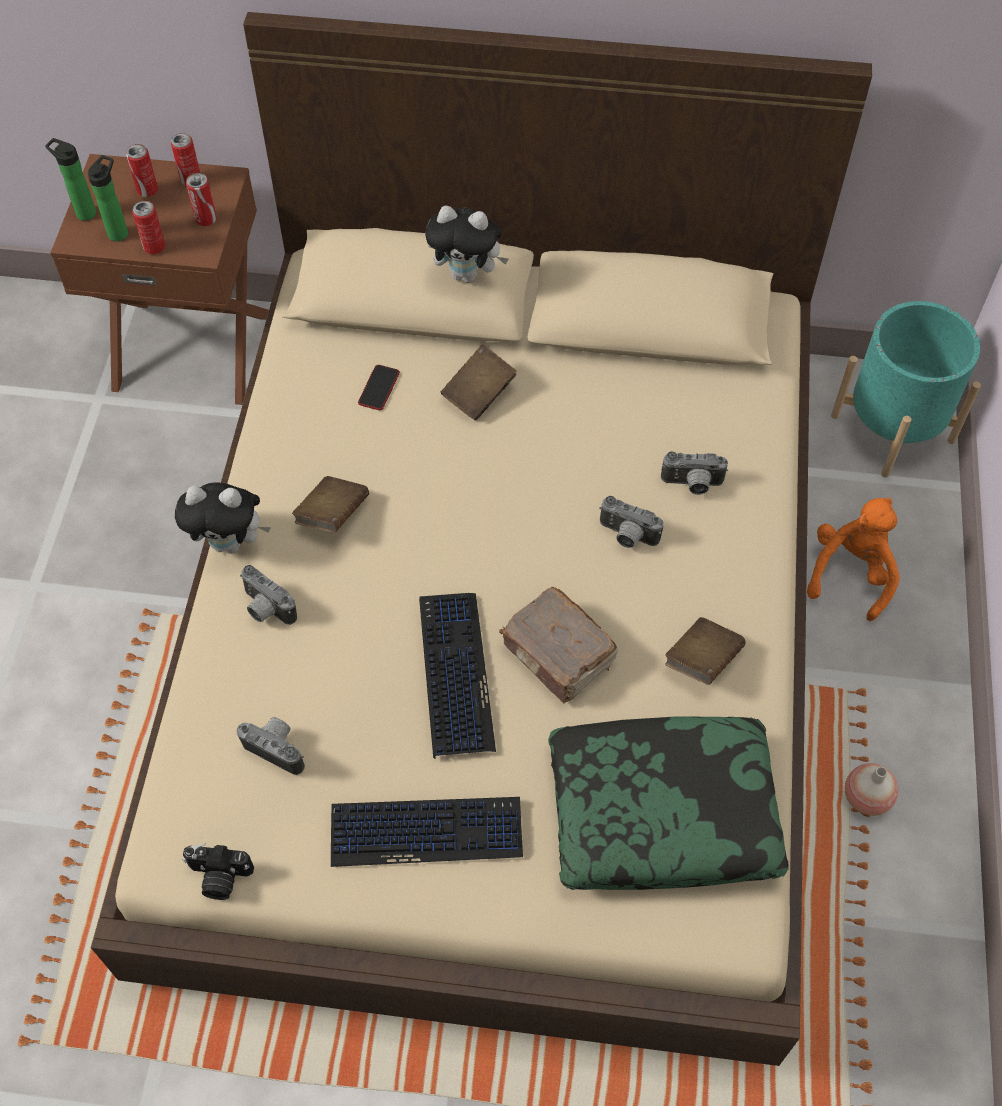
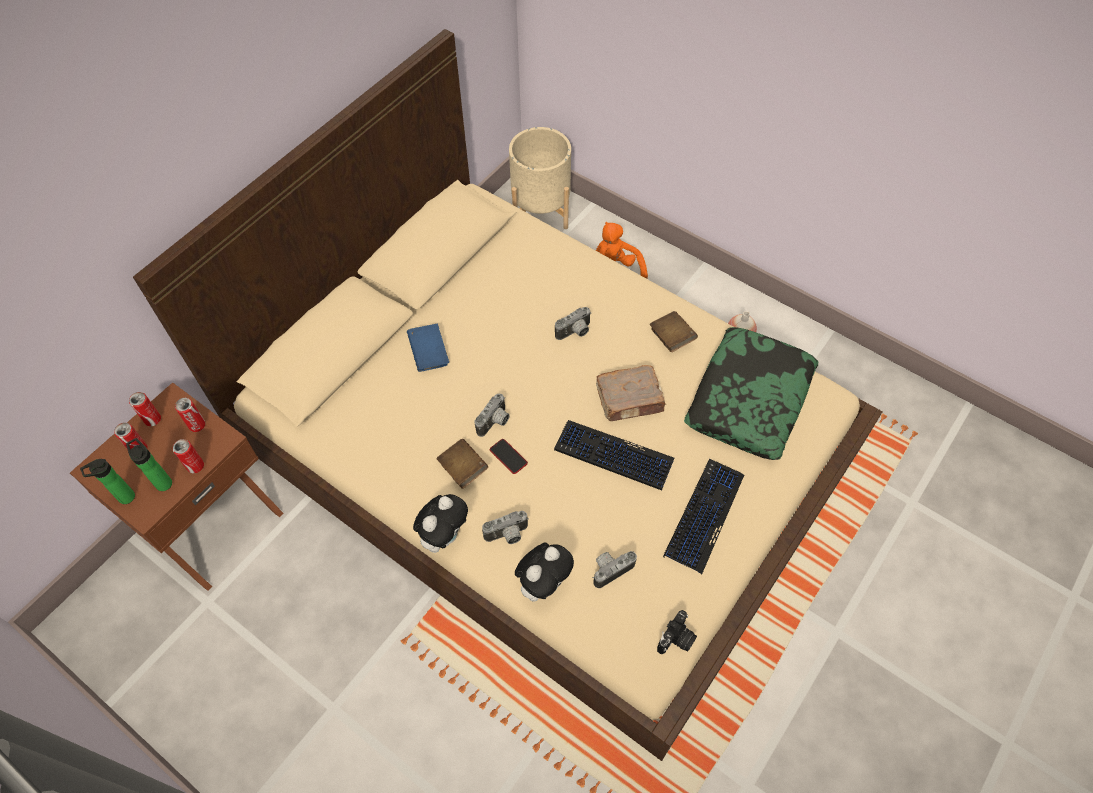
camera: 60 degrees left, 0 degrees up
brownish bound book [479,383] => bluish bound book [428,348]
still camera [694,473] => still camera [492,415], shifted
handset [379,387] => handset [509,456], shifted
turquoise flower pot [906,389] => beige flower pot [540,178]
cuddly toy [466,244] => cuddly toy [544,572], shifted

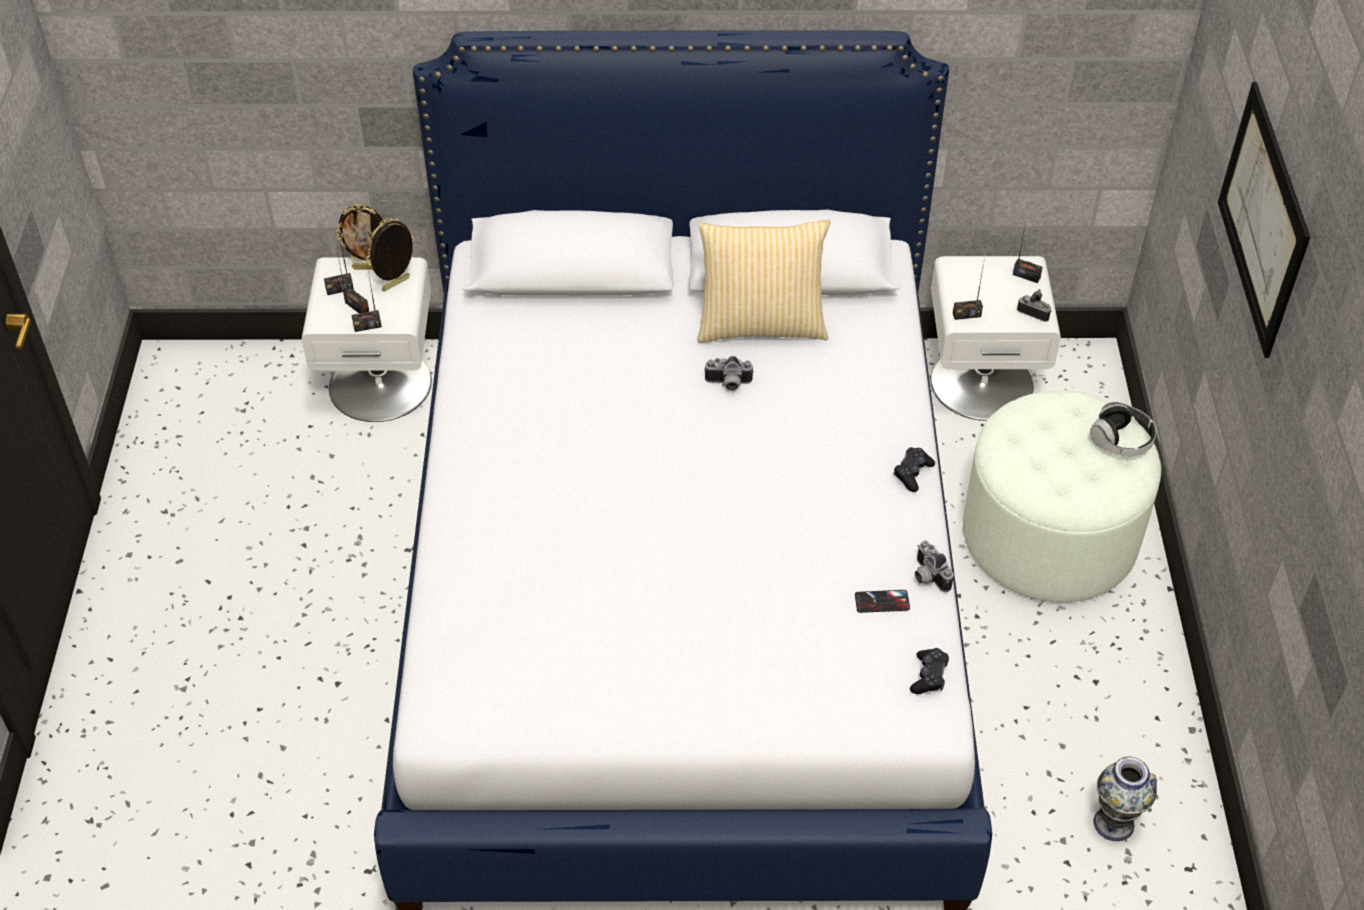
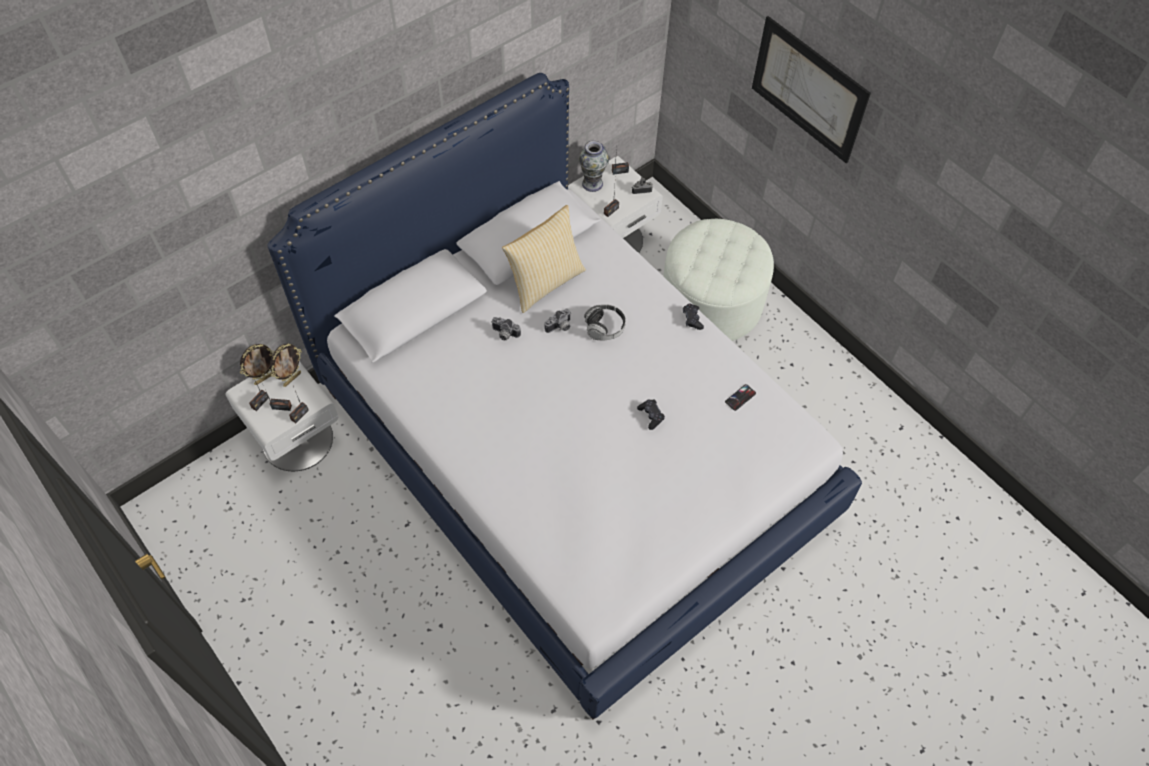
camera: 40 degrees left, 10 degrees up
standing frame [390,254] => standing frame [286,365], 150 degrees counterclockwise
still camera [934,566] => still camera [506,328], shifted
decorative vase [1125,799] => decorative vase [594,166], shifted
pair of headphones [1123,429] => pair of headphones [605,322], shifted
black joypad [929,671] => black joypad [651,414], shifted

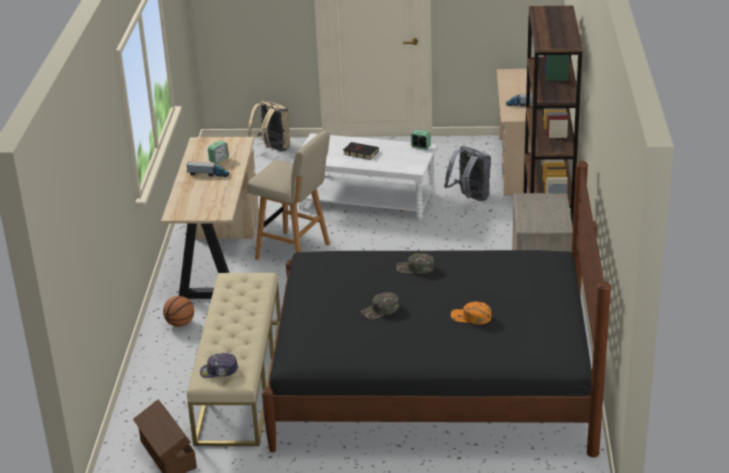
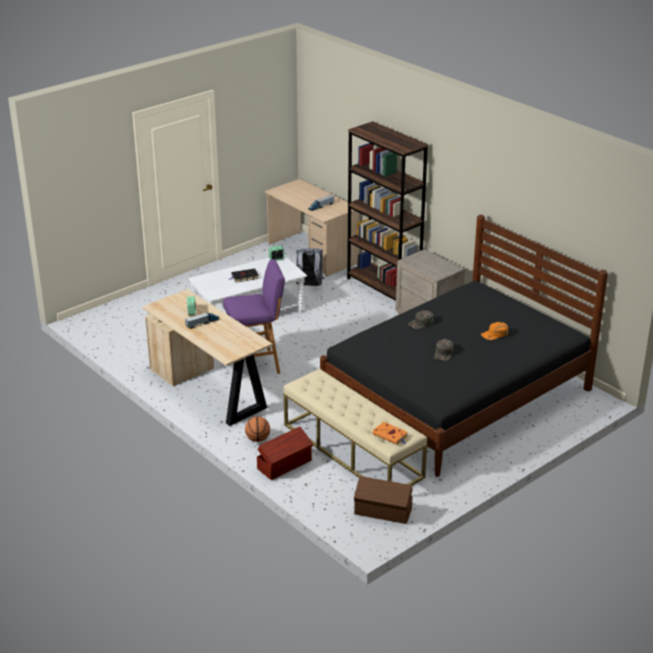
camera: 45 degrees left, 0 degrees up
beige sitting stool [288,195] => purplish sitting stool [254,316]
nothing => brownish storage box [285,453]
peaked cap [219,365] => orangey bound book [390,433]
beige backpack [268,126] => nothing

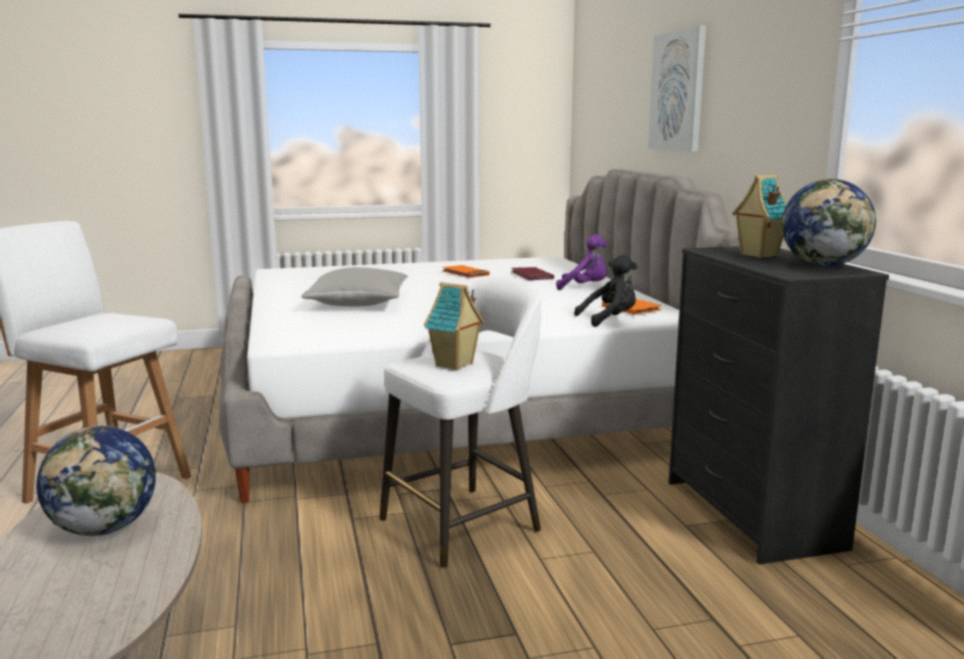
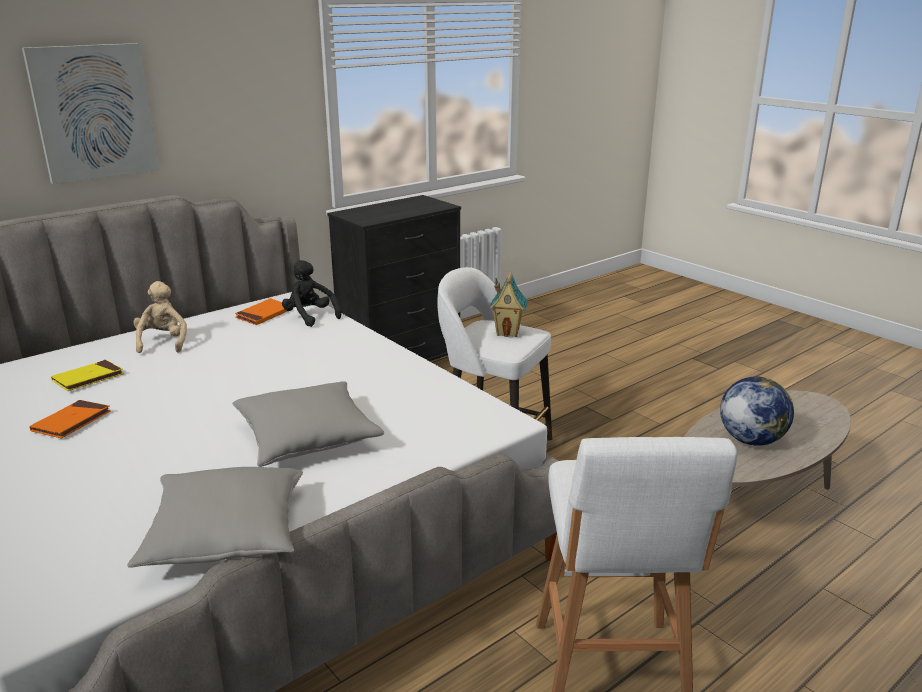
camera: 115 degrees left, 10 degrees up
red bound book [532,273] => yellow bound book [87,375]
nothing => grey throw pillow [215,517]
purplish cuddly toy [581,262] => beige cuddly toy [160,317]
miniature house [759,216] => nothing
globe [829,223] => nothing

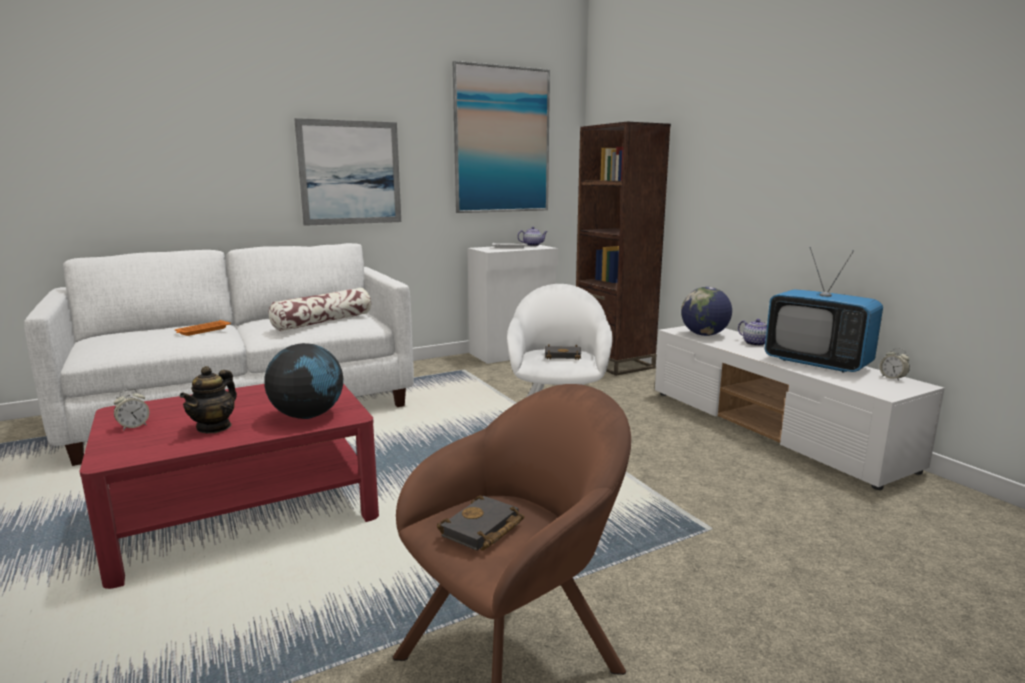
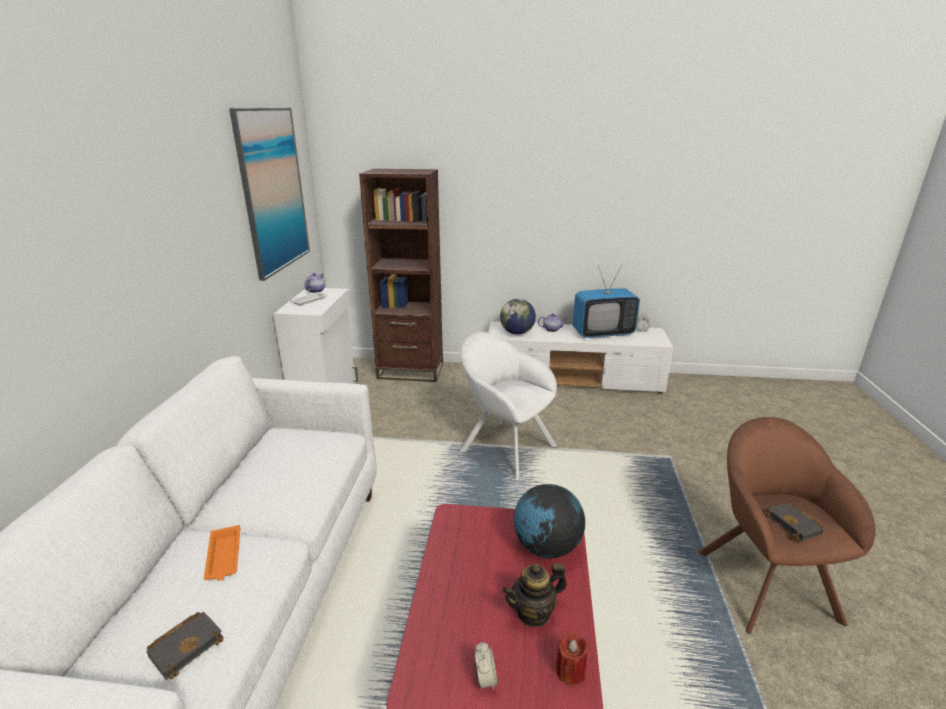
camera: 55 degrees left, 10 degrees up
black bound book [563,352] => black bound book [185,646], shifted
tea pot [208,400] => tea pot [534,595], 105 degrees clockwise
nothing => red candle [572,659]
throw pillow [320,309] => nothing
picture [347,172] => nothing

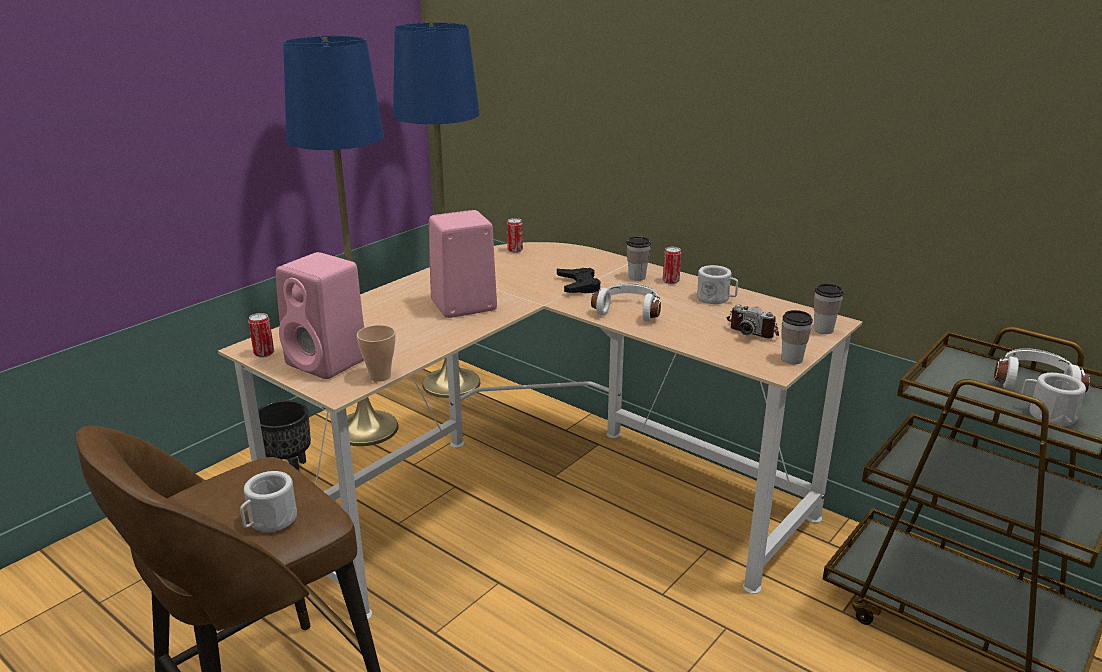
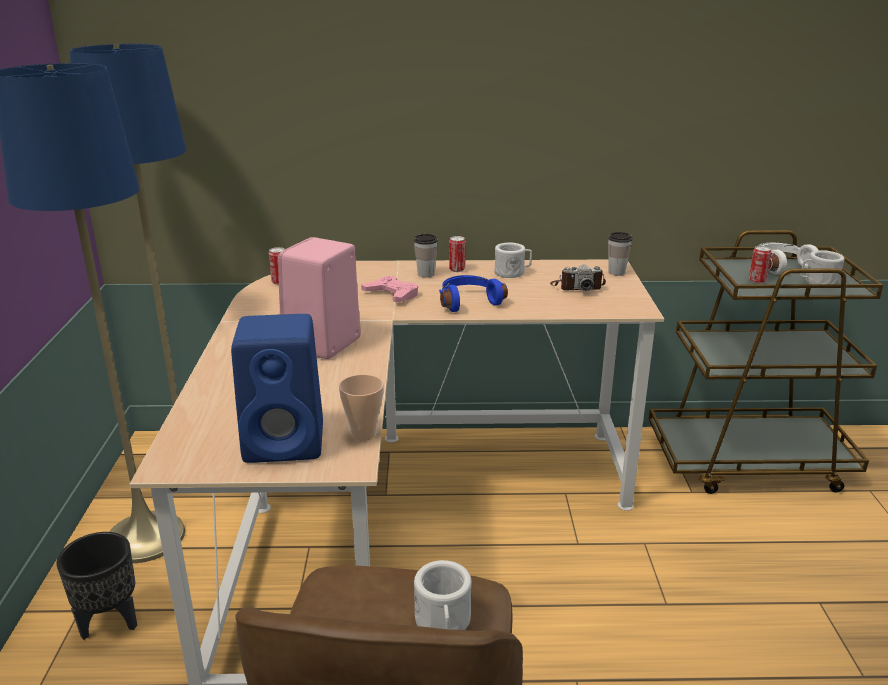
camera: 40 degrees left, 0 degrees up
pink loudspeaker [320,315] => bluish loudspeaker [277,388]
black joypad [579,280] => pink joypad [389,289]
white-coloured pair of headphones [626,302] => bluish pair of headphones [473,293]
sealed can [261,335] => sealed can [760,265], shifted
small cup [797,337] => nothing

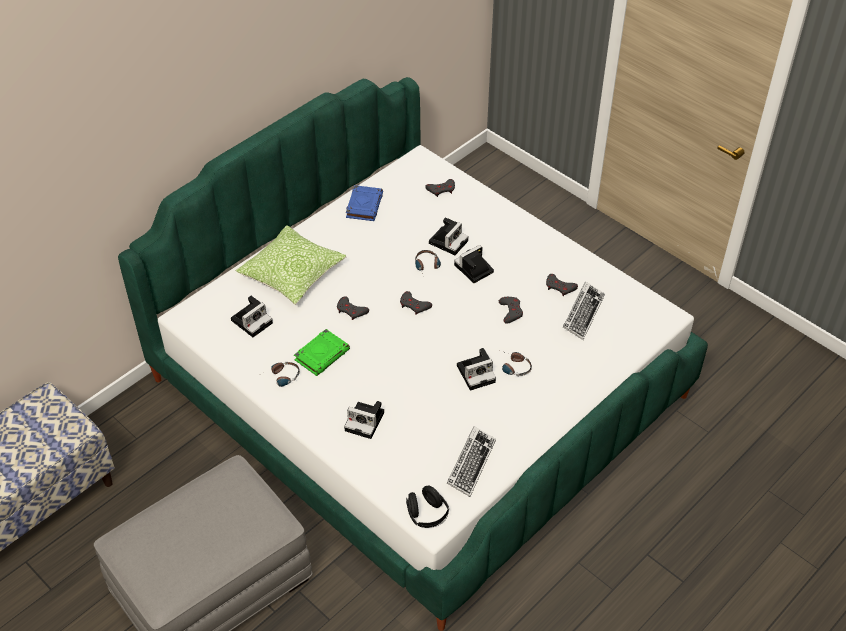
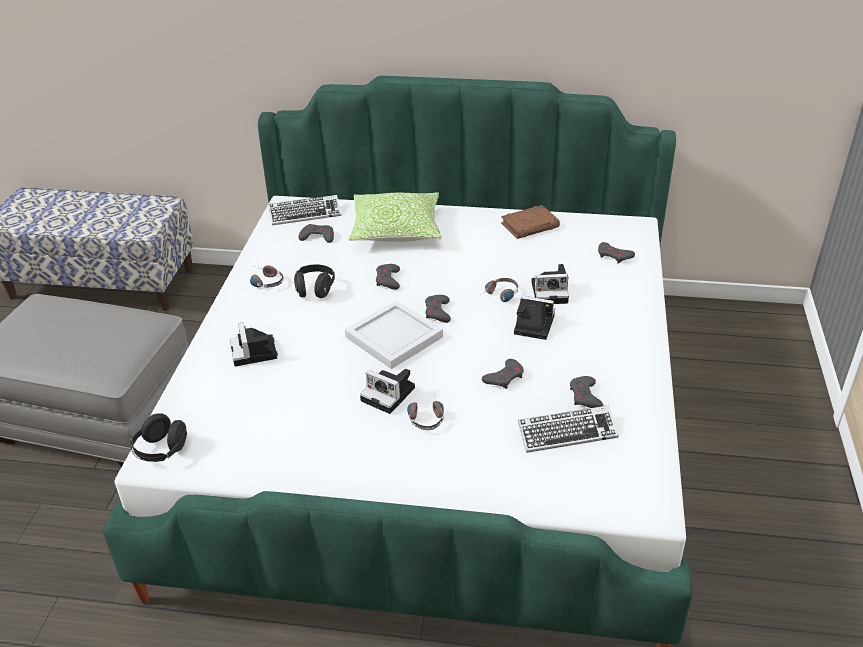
camera: 55 degrees right, 10 degrees down
keyboard [471,461] => keyboard [304,210], shifted
green-coloured bound book [322,352] => black pair of headphones [314,281]
still camera [252,316] => grey joypad [316,233]
nothing => white-coloured serving tray [394,334]
bluish bound book [364,203] => brownish bound book [530,222]

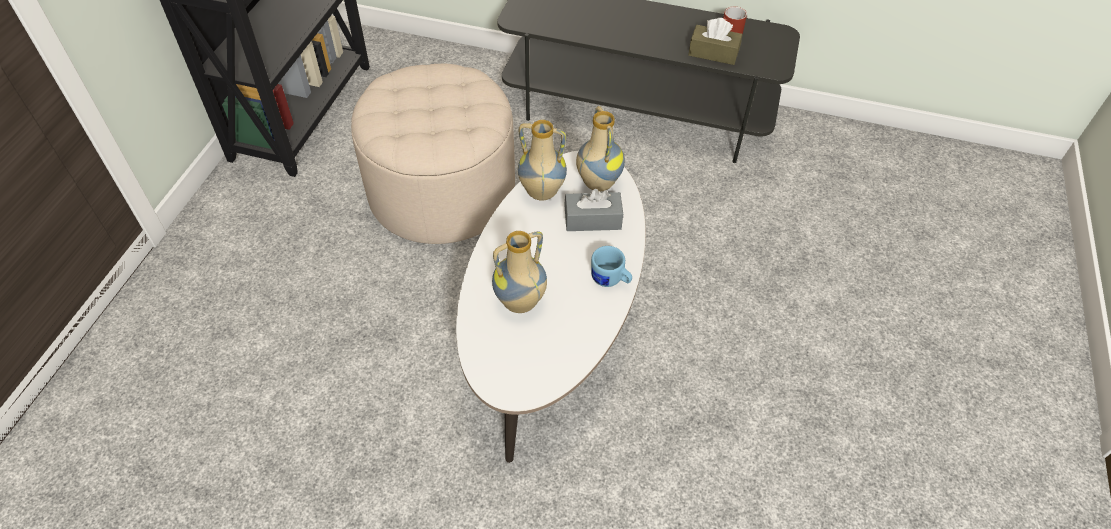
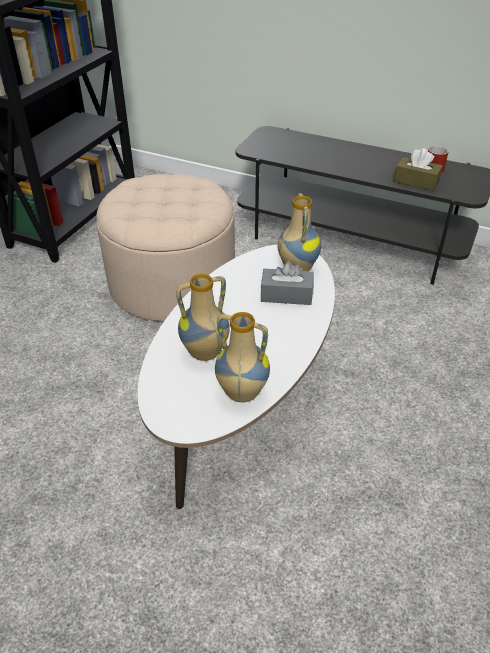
camera: 10 degrees right, 10 degrees down
decorative vase [542,160] => decorative vase [242,357], shifted
bluish mug [611,266] => nothing

